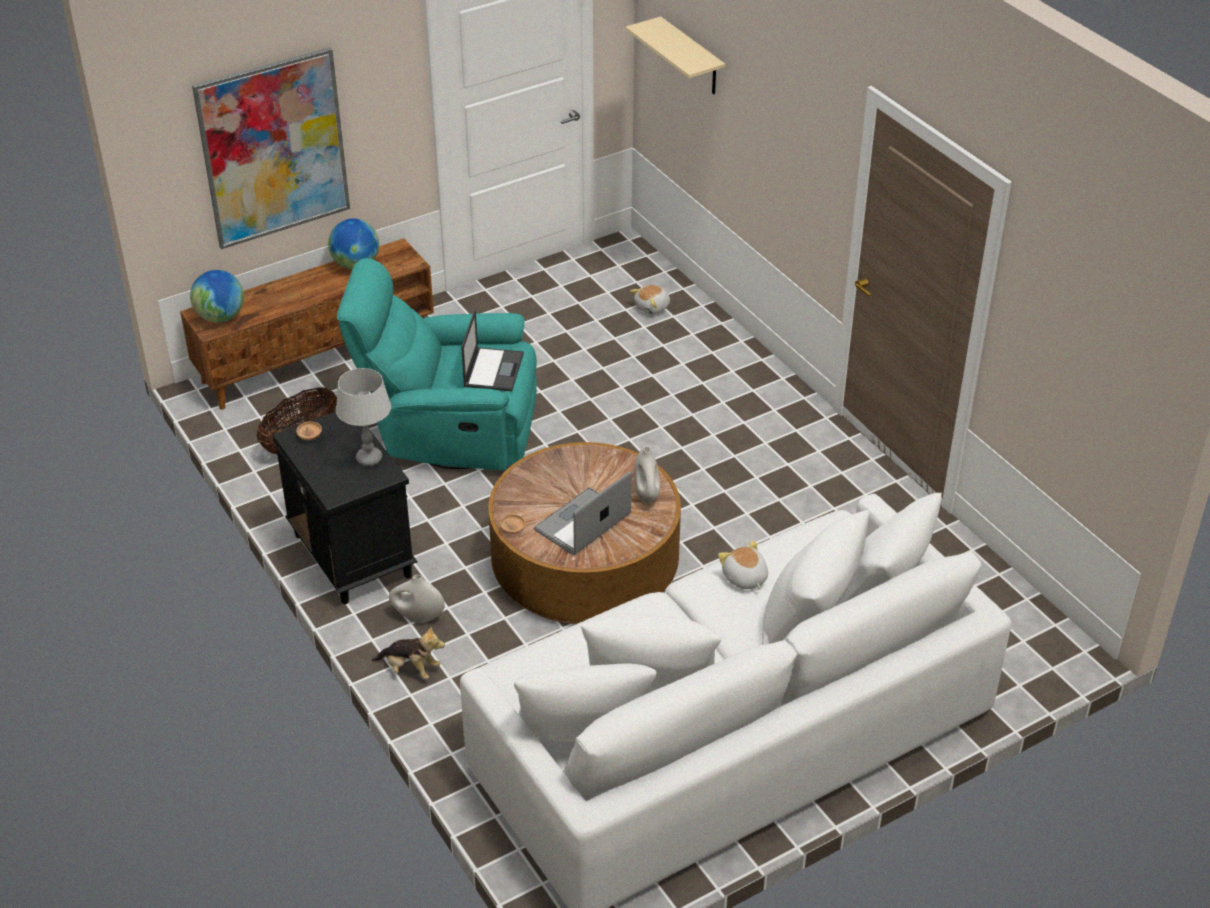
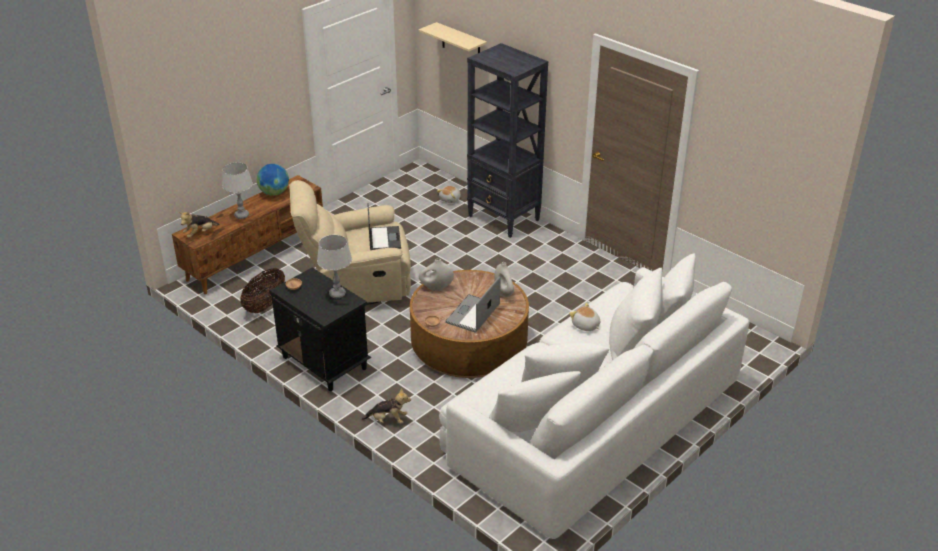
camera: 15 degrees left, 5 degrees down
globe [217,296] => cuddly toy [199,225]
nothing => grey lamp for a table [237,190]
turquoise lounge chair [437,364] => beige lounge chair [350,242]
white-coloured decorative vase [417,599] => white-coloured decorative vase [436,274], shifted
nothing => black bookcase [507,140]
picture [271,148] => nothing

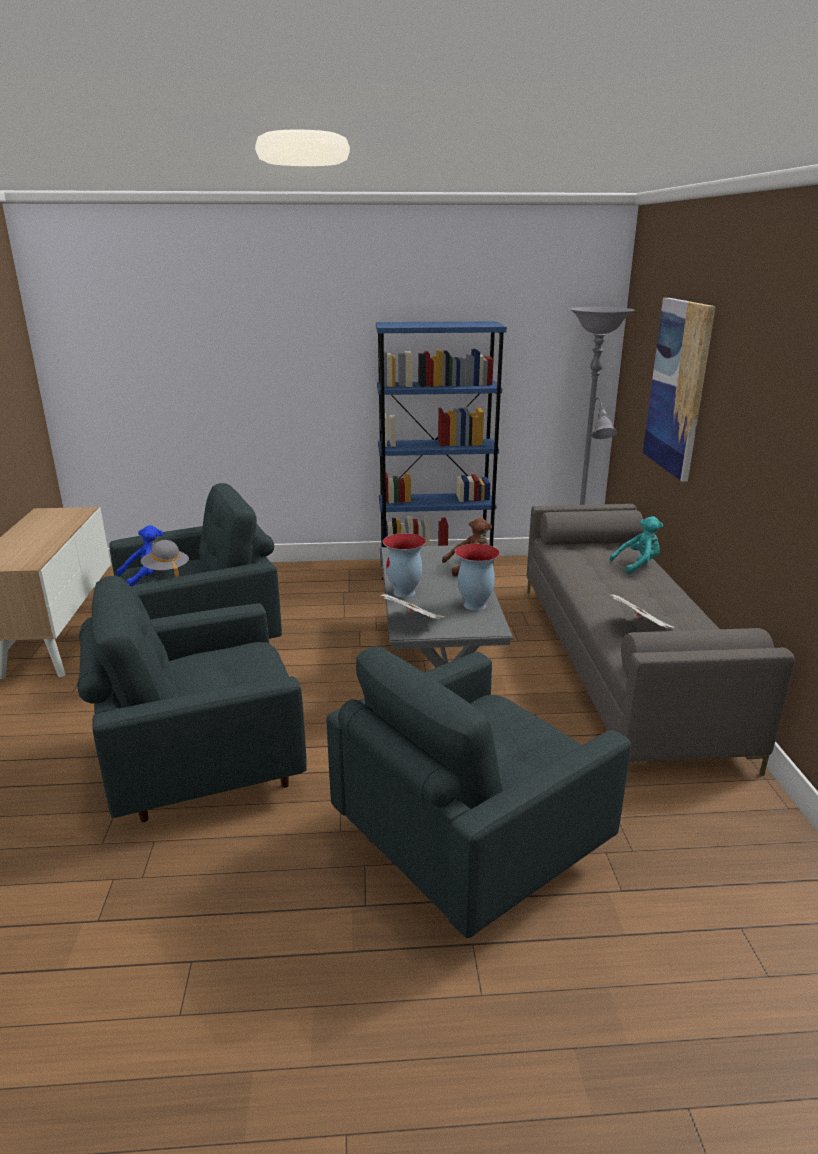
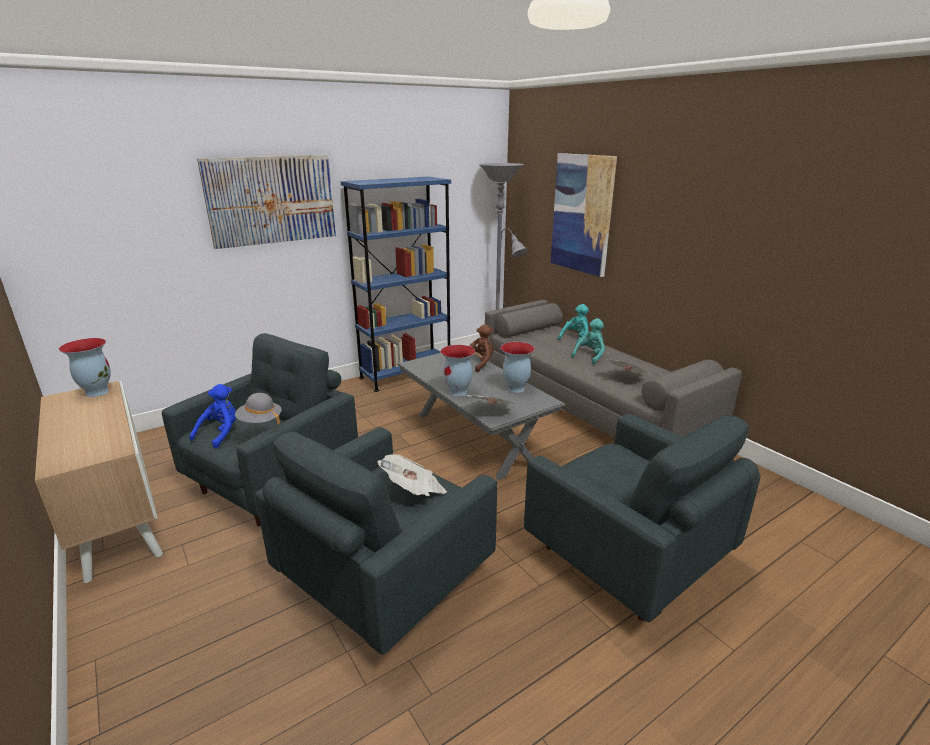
camera: 30 degrees left, 0 degrees up
nothing => decorative vase [85,367]
nothing => picture [266,202]
nothing => daily paper [412,475]
grey lounge chair [479,792] => grey lounge chair [642,518], 60 degrees counterclockwise
nothing => turquoise cuddly toy [588,341]

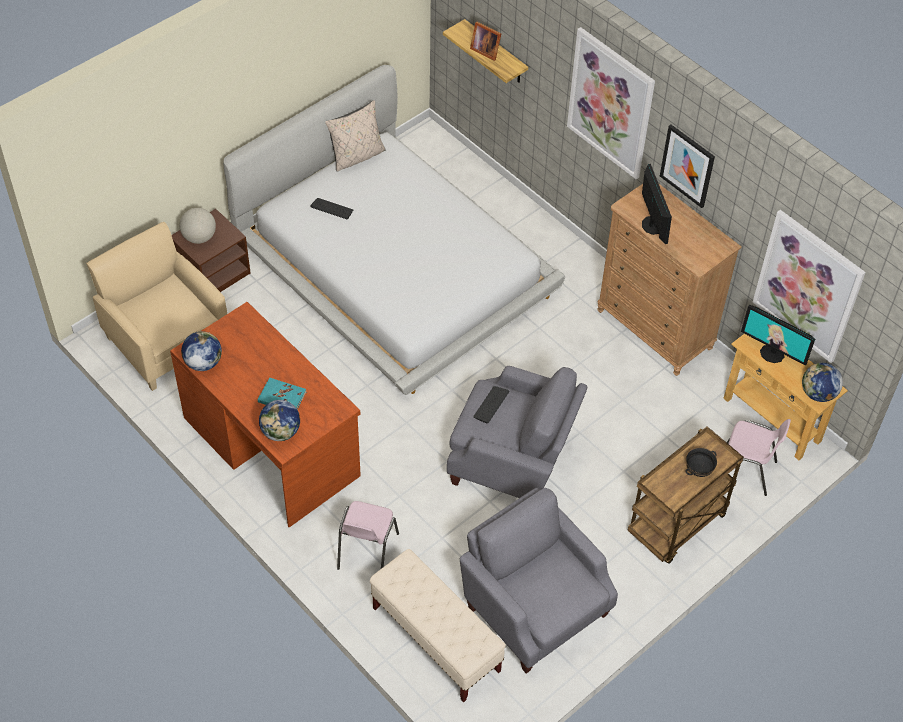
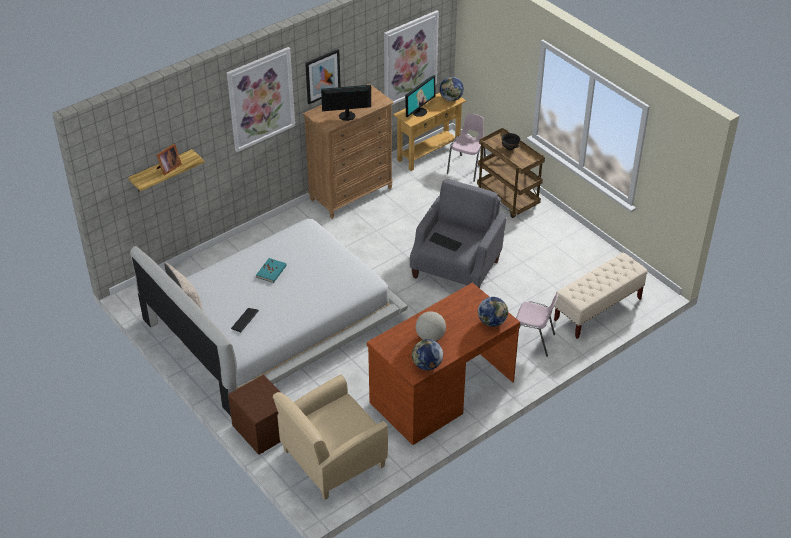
camera: 85 degrees left, 10 degrees down
turquoise bound book [282,393] => turquoise bound book [271,270], shifted
globe [198,226] => globe [431,326], shifted
grey lounge chair [539,581] => nothing

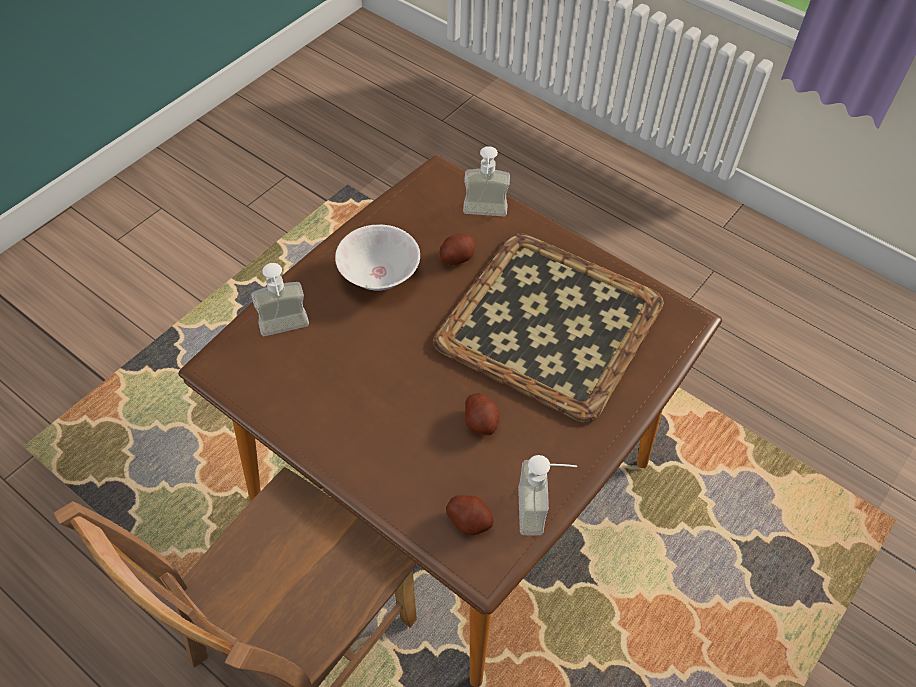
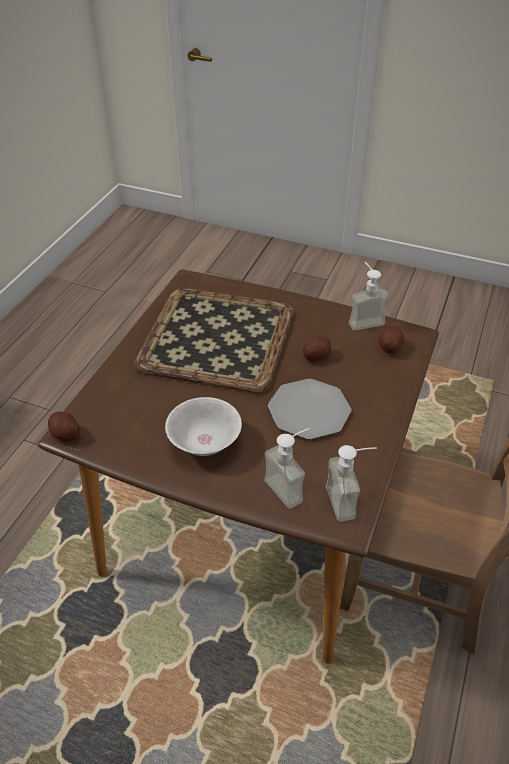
camera: 105 degrees left, 10 degrees down
whole potato [457,249] => whole potato [64,426], shifted
nothing => dinner plate [309,409]
soap bottle [486,181] => soap bottle [351,483], shifted

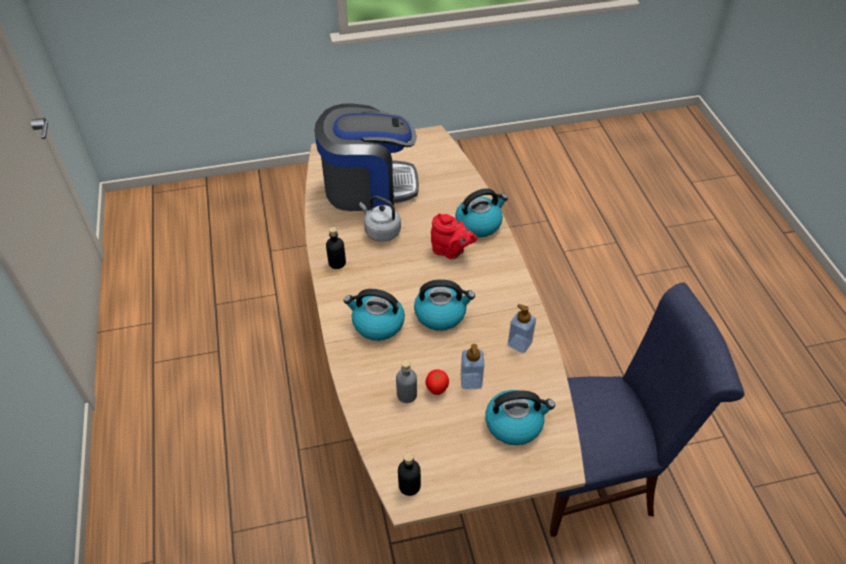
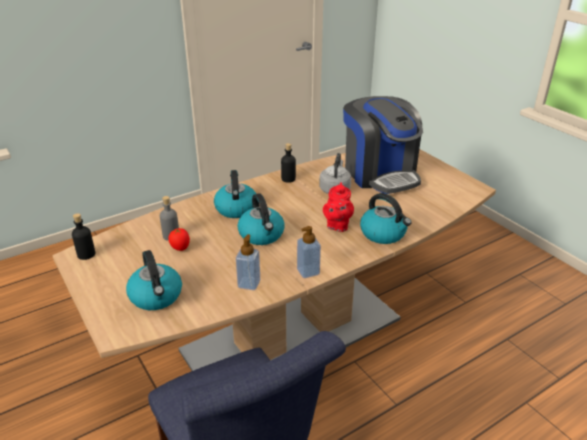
camera: 70 degrees right, 15 degrees down
soap bottle [472,366] => soap bottle [309,252], shifted

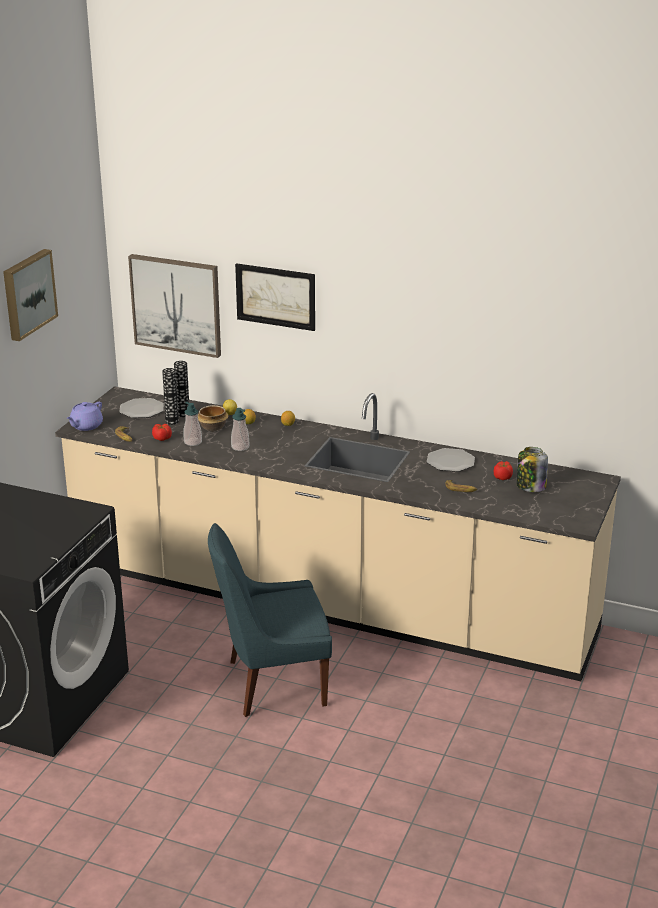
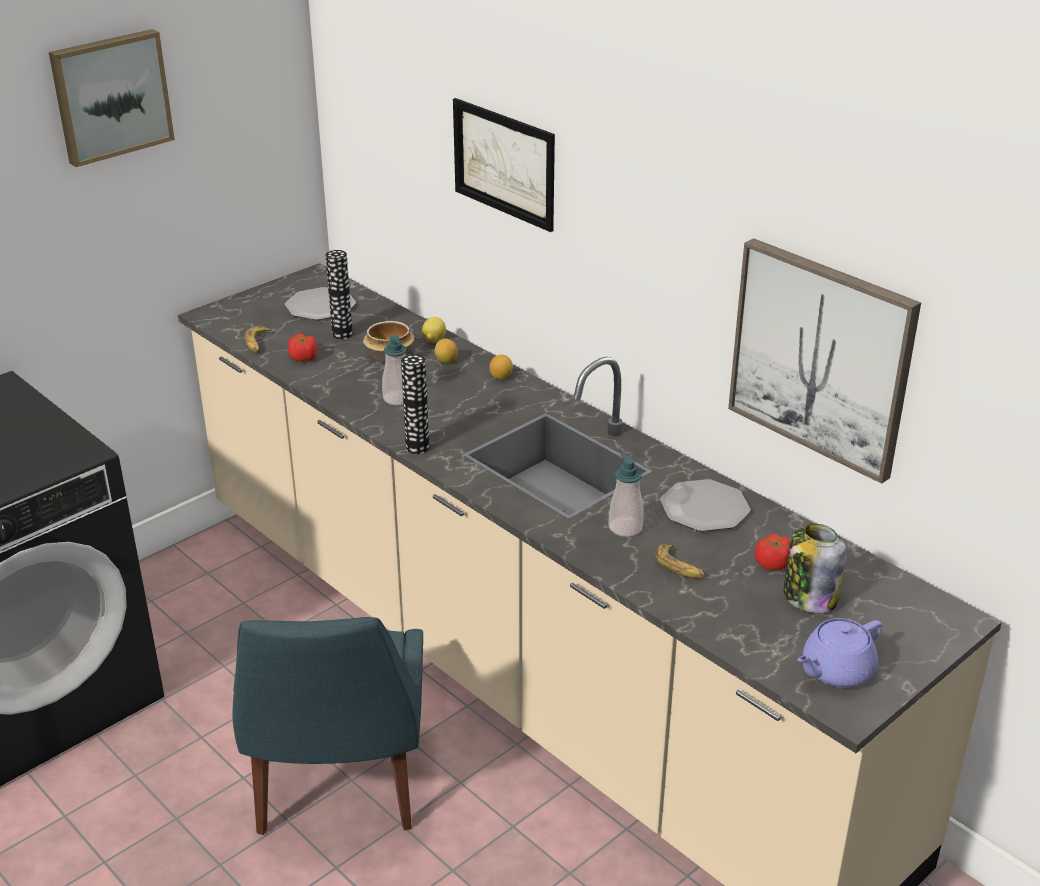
camera: 25 degrees right, 5 degrees up
bluish plain chair [270,620] => bluish plain chair [327,726], 105 degrees counterclockwise
decorative vase [181,389] => decorative vase [415,404], shifted
soap bottle [192,424] => soap bottle [626,495], shifted
picture [174,306] => picture [824,361], shifted
purplish tea pot [84,416] => purplish tea pot [840,653], shifted

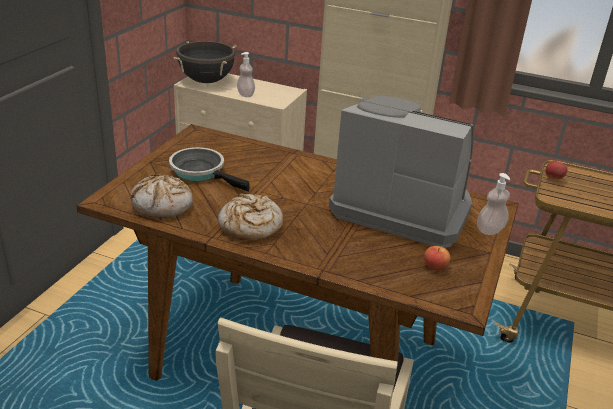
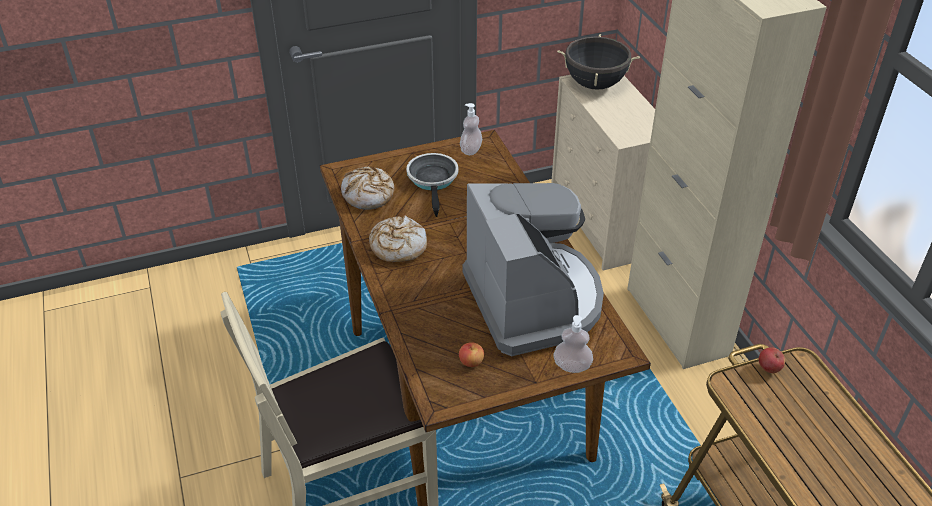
camera: 50 degrees right, 10 degrees up
soap bottle [246,74] => soap bottle [471,129], shifted

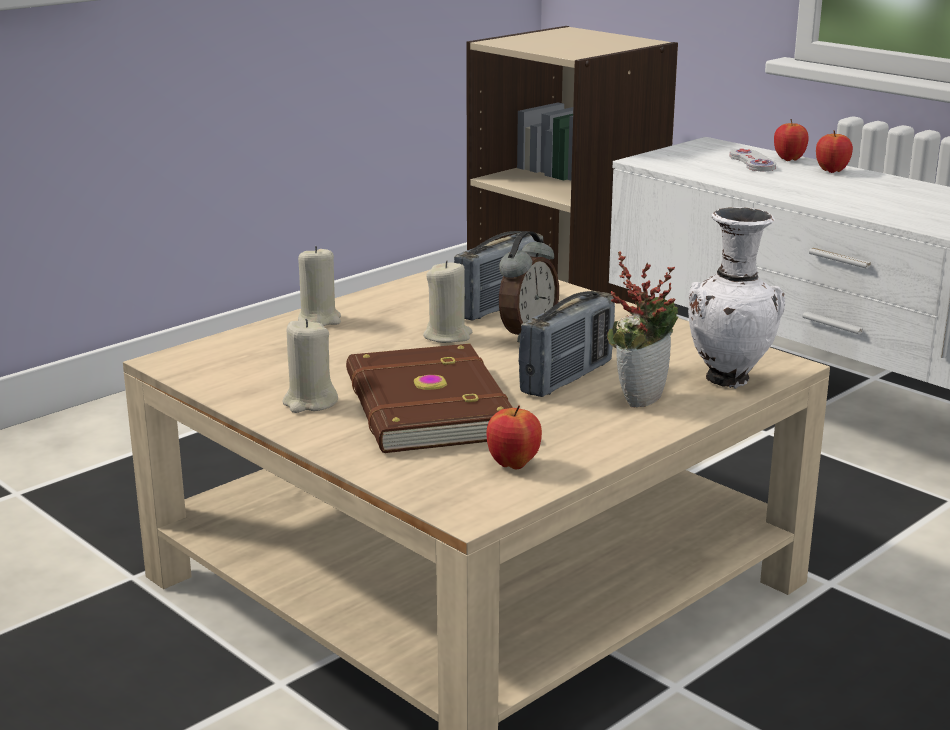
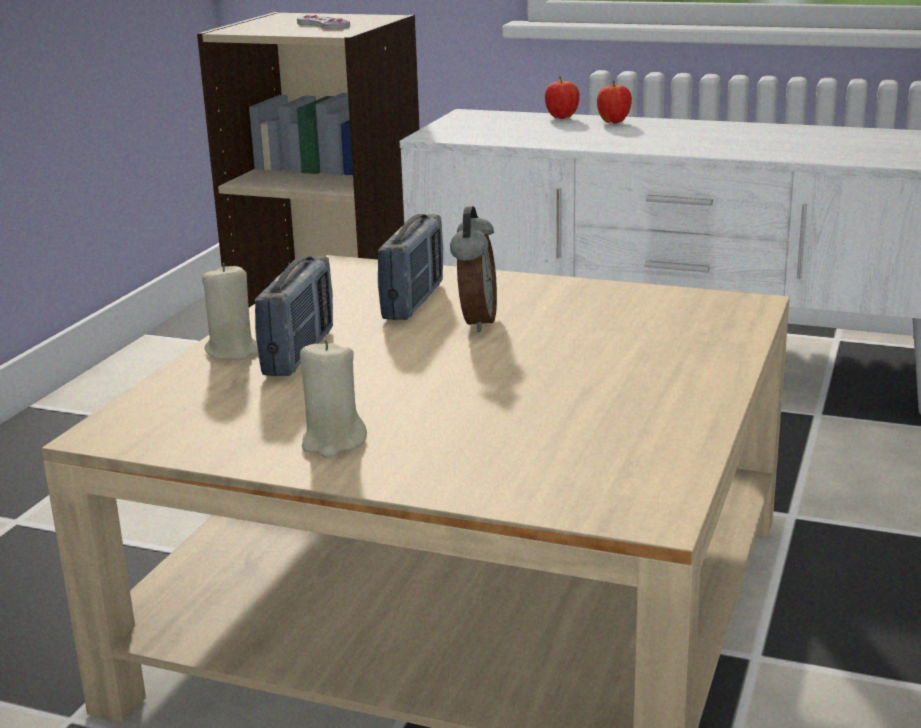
camera: 25 degrees left, 0 degrees up
radio receiver [566,344] => radio receiver [294,315], shifted
white-coloured joypad [752,160] => white-coloured joypad [323,22], shifted
brownish bound book [429,398] => nothing
beige candle [447,301] => nothing
apple fruit [514,437] => nothing
potted plant [642,329] => nothing
white-coloured decorative vase [737,298] => nothing

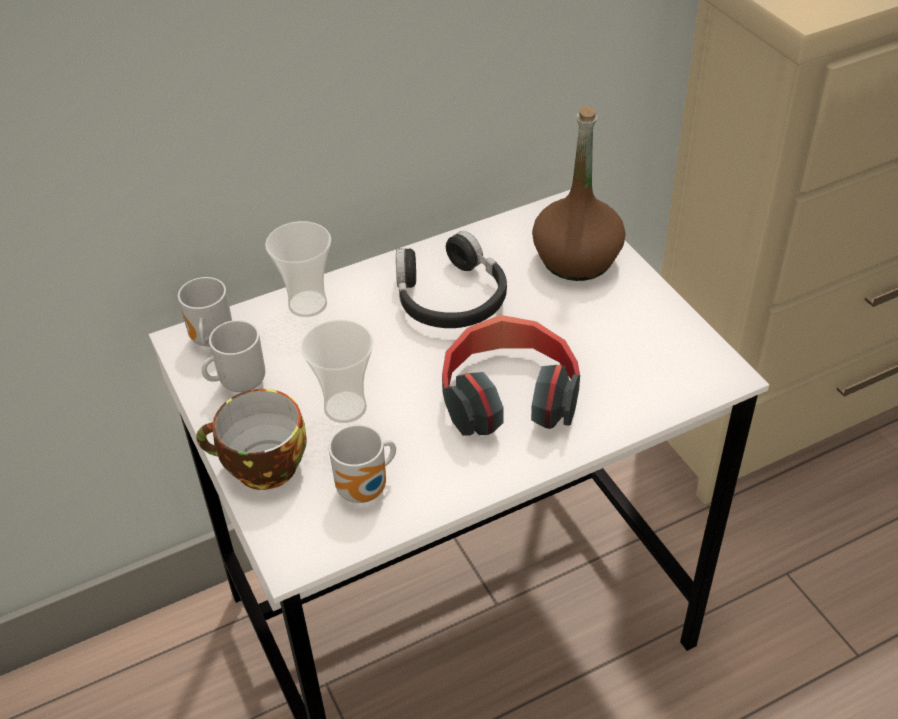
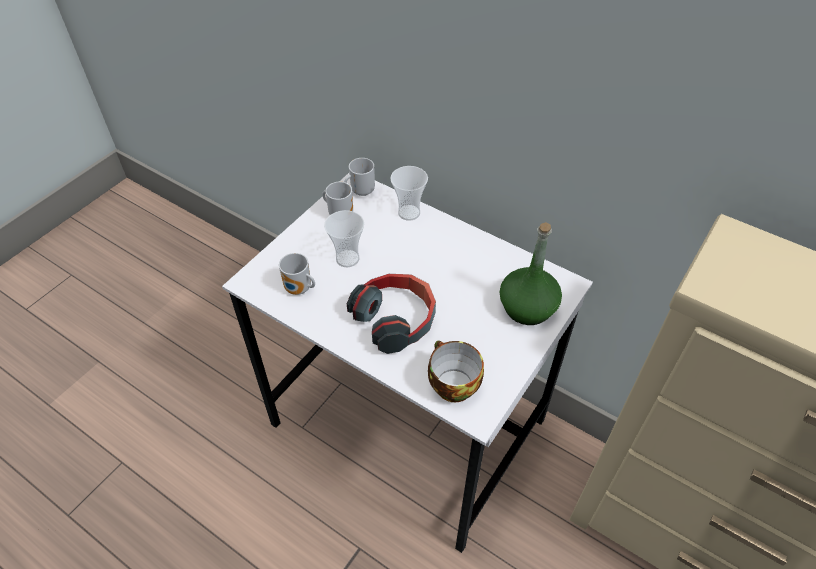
camera: 60 degrees right, 5 degrees up
small cup [251,439] => small cup [456,371], shifted
brownish bottle [578,193] => green-coloured bottle [531,273]
black pair of headphones [451,279] => nothing

